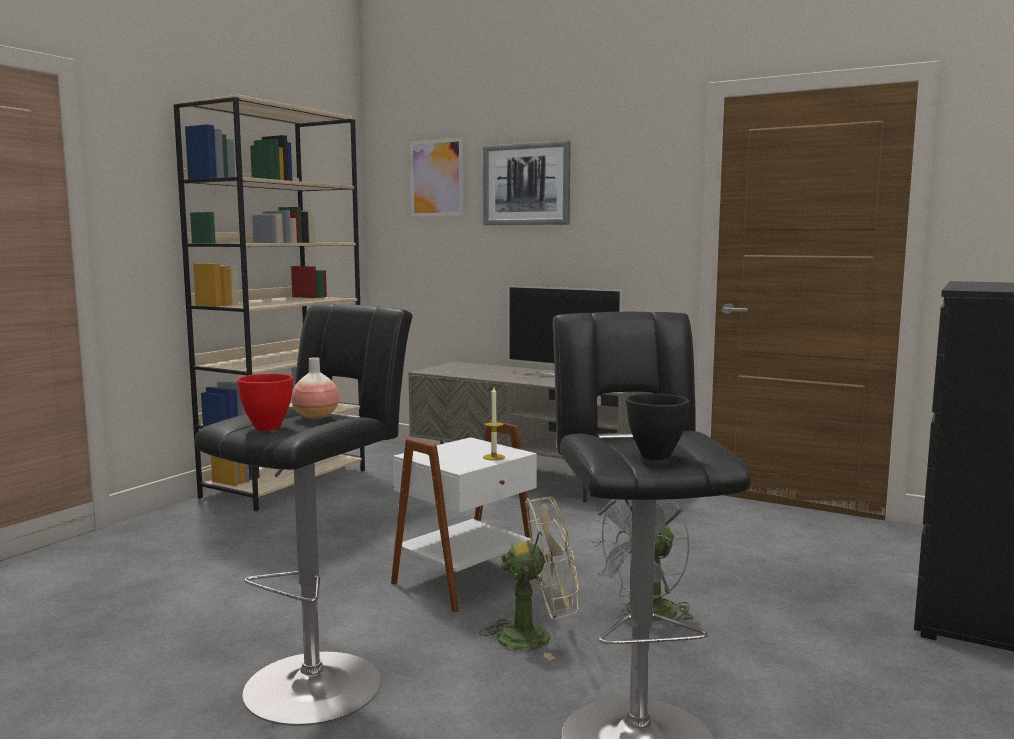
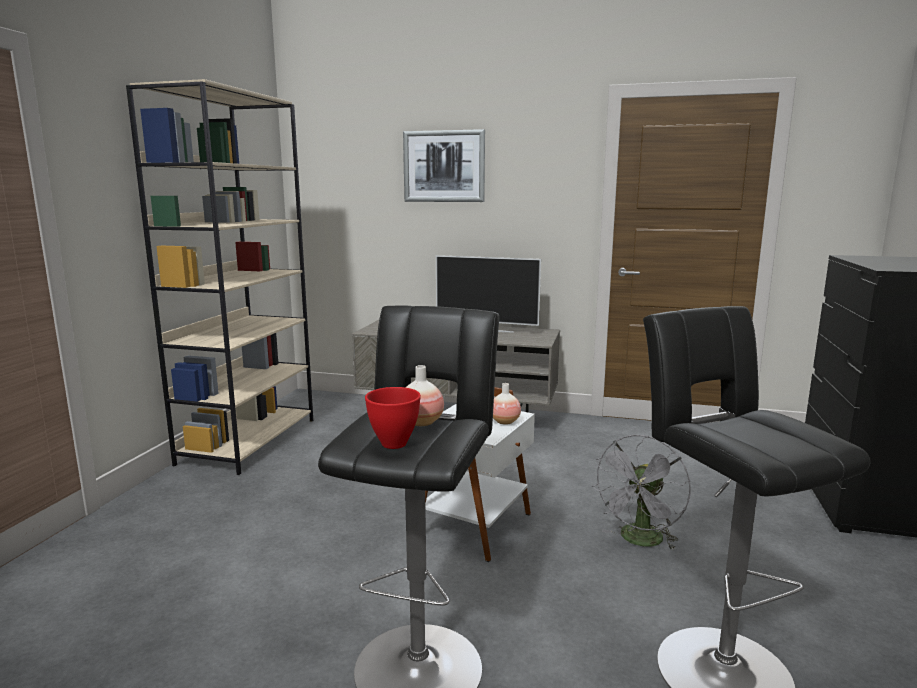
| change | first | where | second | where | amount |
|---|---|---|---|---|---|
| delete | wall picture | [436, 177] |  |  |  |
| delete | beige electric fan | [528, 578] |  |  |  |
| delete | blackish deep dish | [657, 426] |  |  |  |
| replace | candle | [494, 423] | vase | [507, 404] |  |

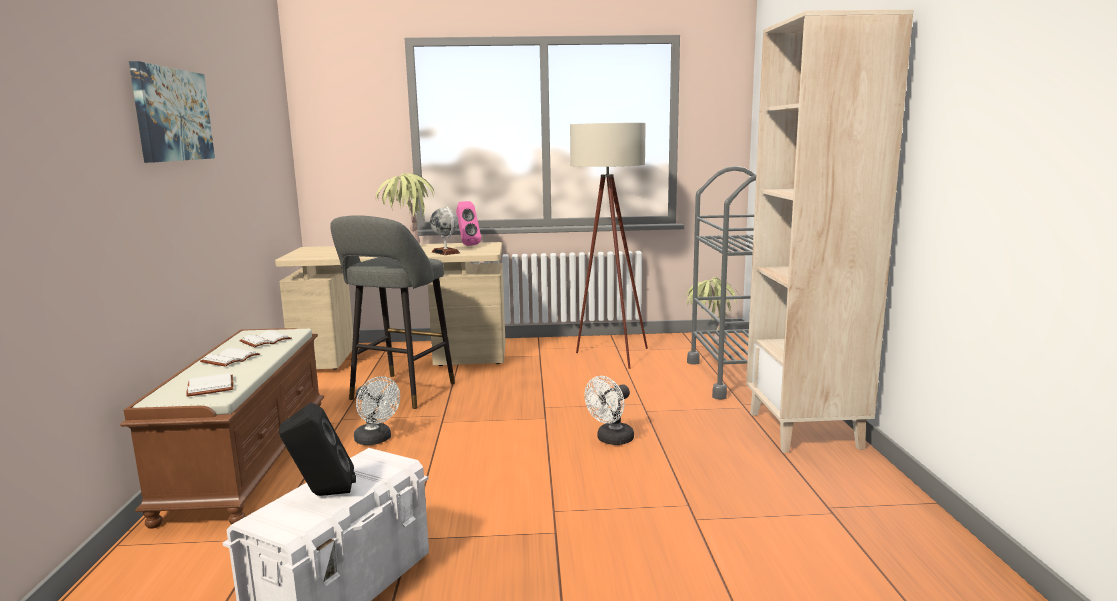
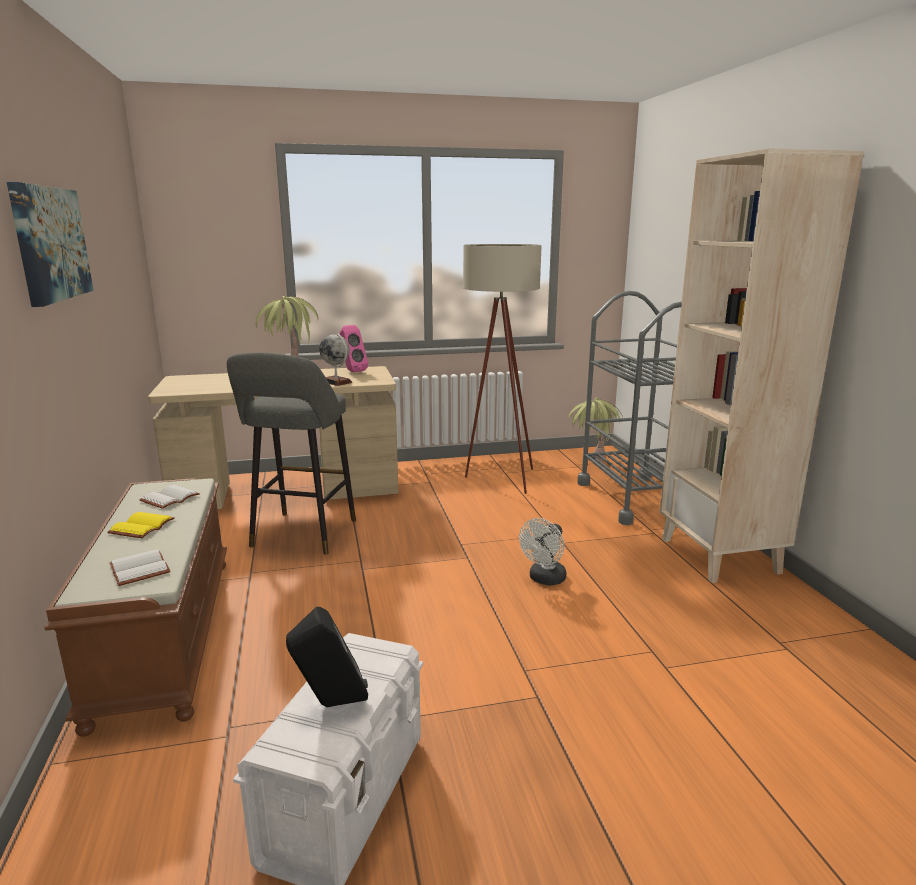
| change | first | where | second | where | amount |
|---|---|---|---|---|---|
| delete | whitish electric fan | [377, 410] |  |  |  |
| recolor | whitish bound book | [230, 357] | yellowish bound book | [141, 525] |  |

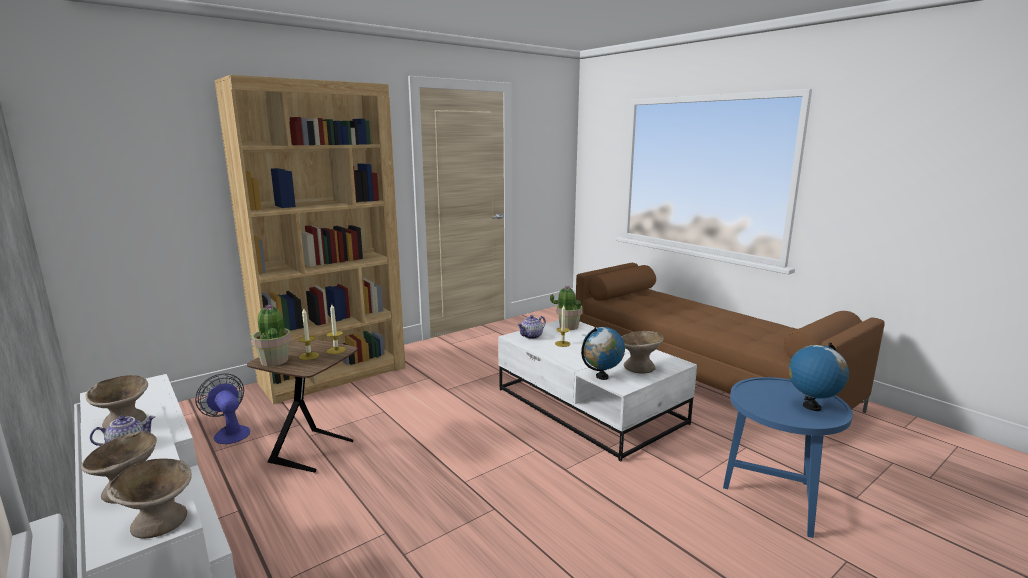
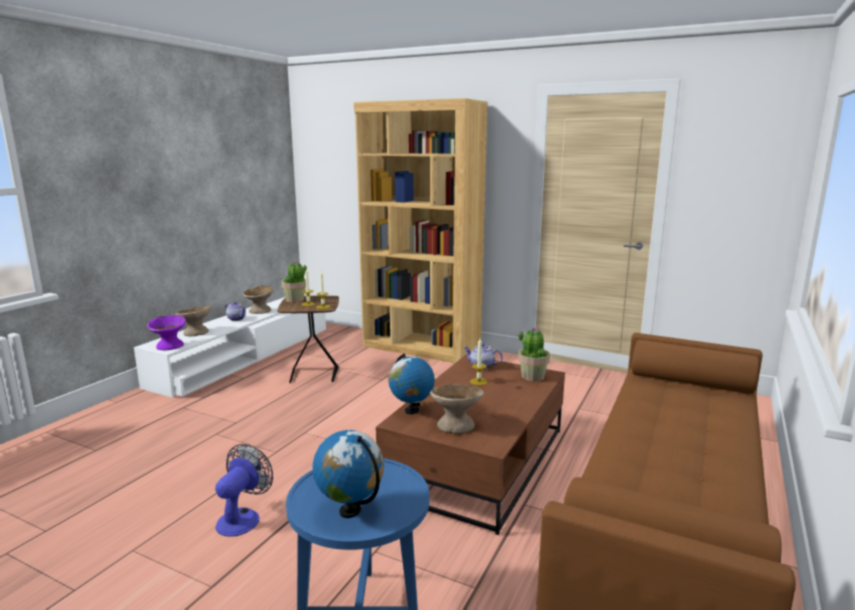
| change | first | where | second | where | amount |
|---|---|---|---|---|---|
| move | electric fan | [222, 408] |  | [244, 490] |  |
| recolor | beige deep dish | [149, 498] | purple-coloured deep dish | [166, 332] |  |
| recolor | whitish lounge table | [597, 391] | brown-coloured lounge table | [470, 445] |  |

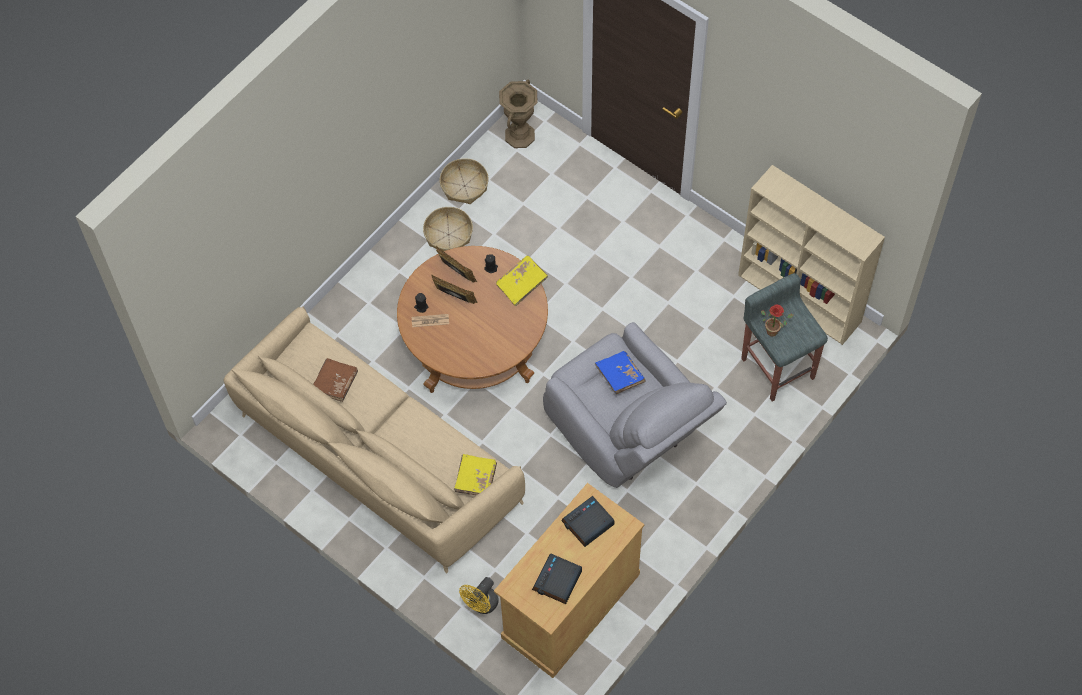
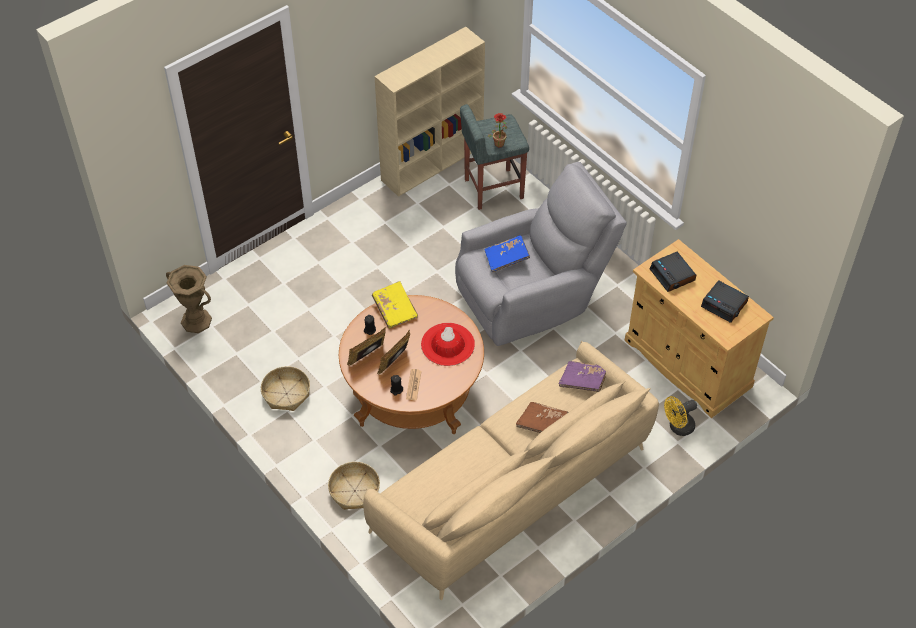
| change | first | where | second | where | amount |
|---|---|---|---|---|---|
| insert |  |  | red-coloured hat | [448, 344] |  |
| move | brown-coloured bound book | [335, 380] |  | [542, 417] |  |
| move | basket | [464, 181] |  | [354, 486] |  |
| recolor | yellowish bound book | [475, 474] | purple-coloured bound book | [582, 376] |  |
| rotate | yellowish electric fan | [479, 595] |  | [680, 416] | 105 degrees clockwise |

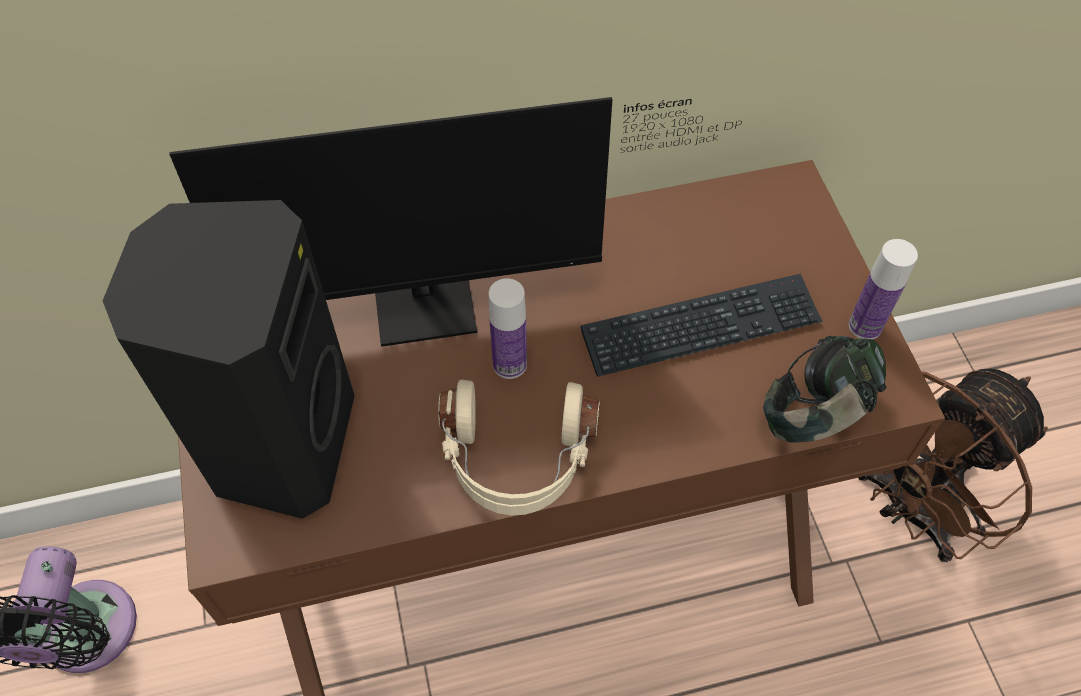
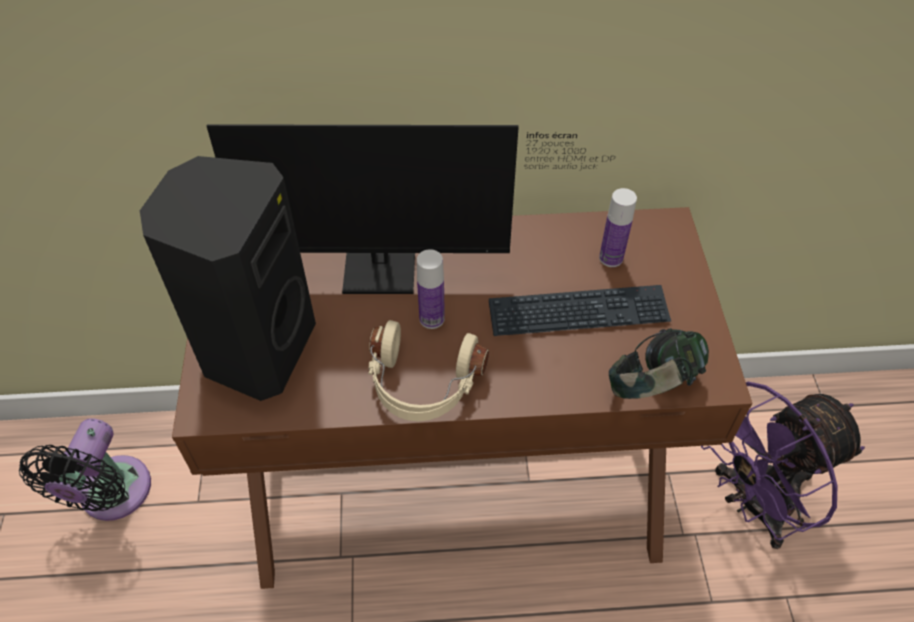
| change | first | where | second | where | amount |
|---|---|---|---|---|---|
| move | beverage bottle | [883, 289] |  | [618, 227] |  |
| recolor | brown-coloured electric fan | [953, 465] | purple-coloured electric fan | [783, 465] |  |

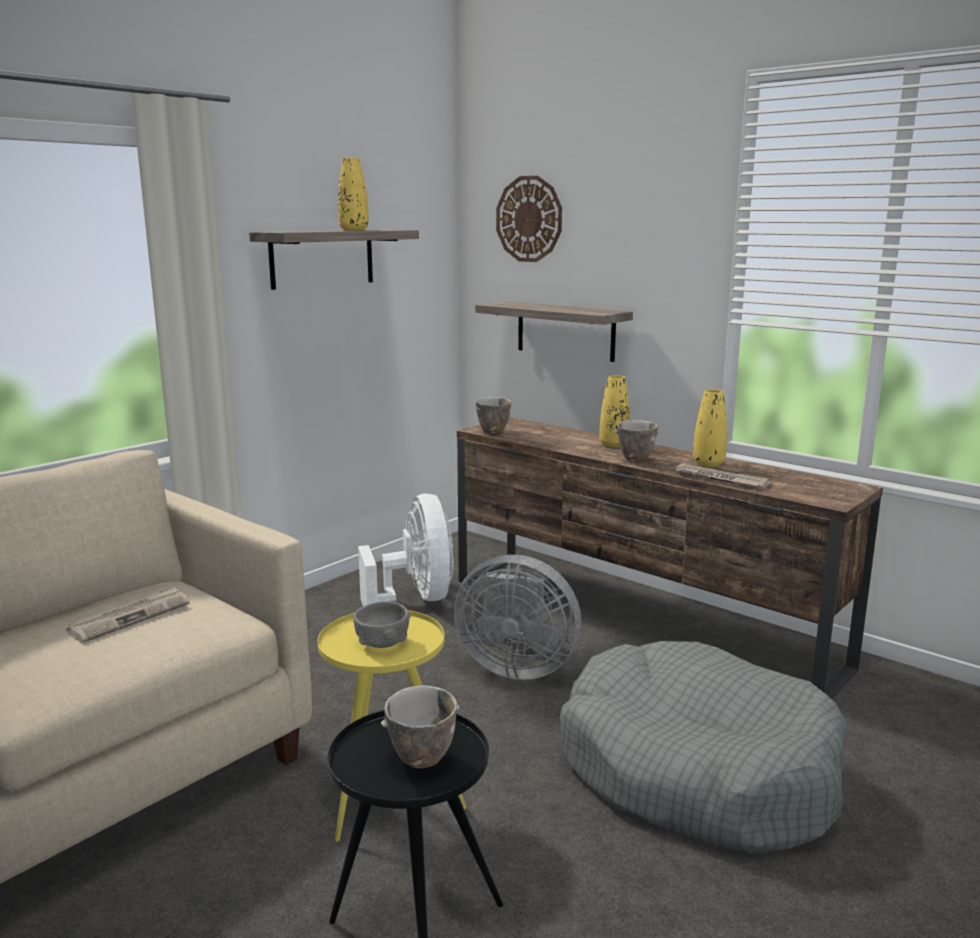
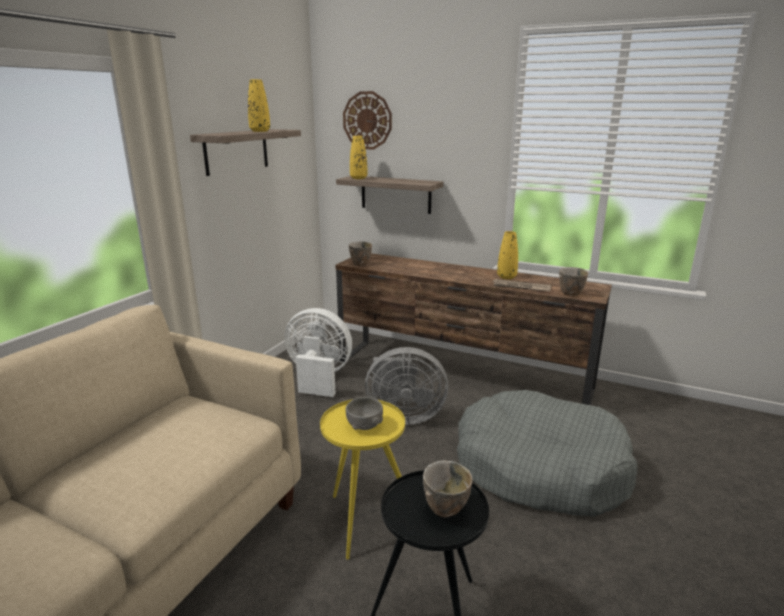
| change | first | where | second | where | amount |
|---|---|---|---|---|---|
| delete | newspaper | [127, 614] |  |  |  |
| move | yellowish vase | [614, 411] |  | [358, 157] |  |
| move | deep dish | [637, 440] |  | [573, 281] |  |
| rotate | whitish electric fan | [406, 550] |  | [318, 352] | 45 degrees counterclockwise |

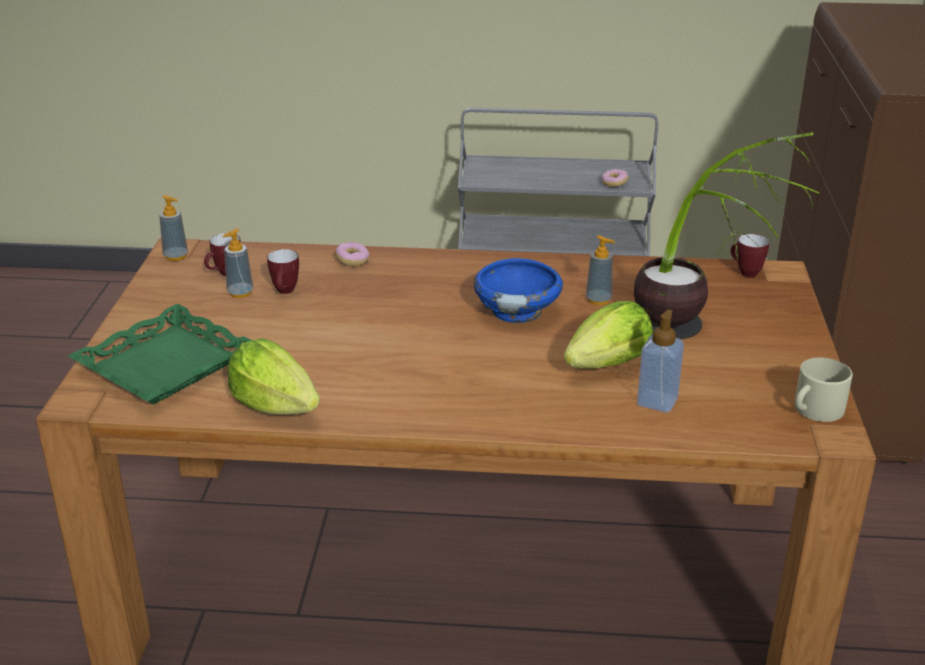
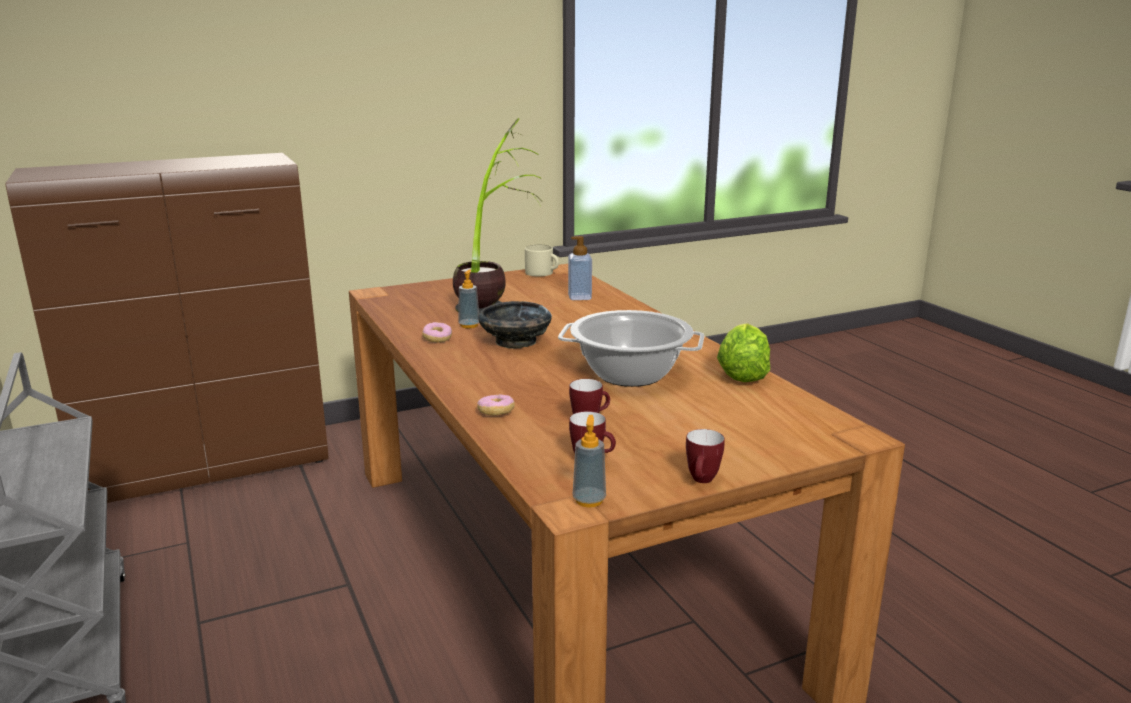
| change | first | where | second | where | amount |
|---|---|---|---|---|---|
| delete | green tray | [160, 354] |  |  |  |
| delete | soap bottle | [238, 263] |  |  |  |
| delete | lettuce head | [608, 335] |  |  |  |
| insert |  |  | saucepot | [631, 348] |  |
| move | doughnut | [615, 178] |  | [437, 332] |  |
| move | coffee mug | [750, 255] |  | [705, 456] |  |
| recolor | blue-coloured deep dish | [518, 291] | blackish deep dish | [515, 325] |  |

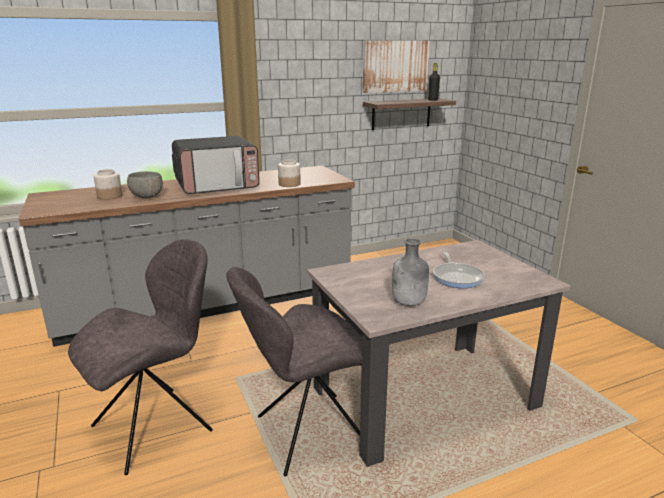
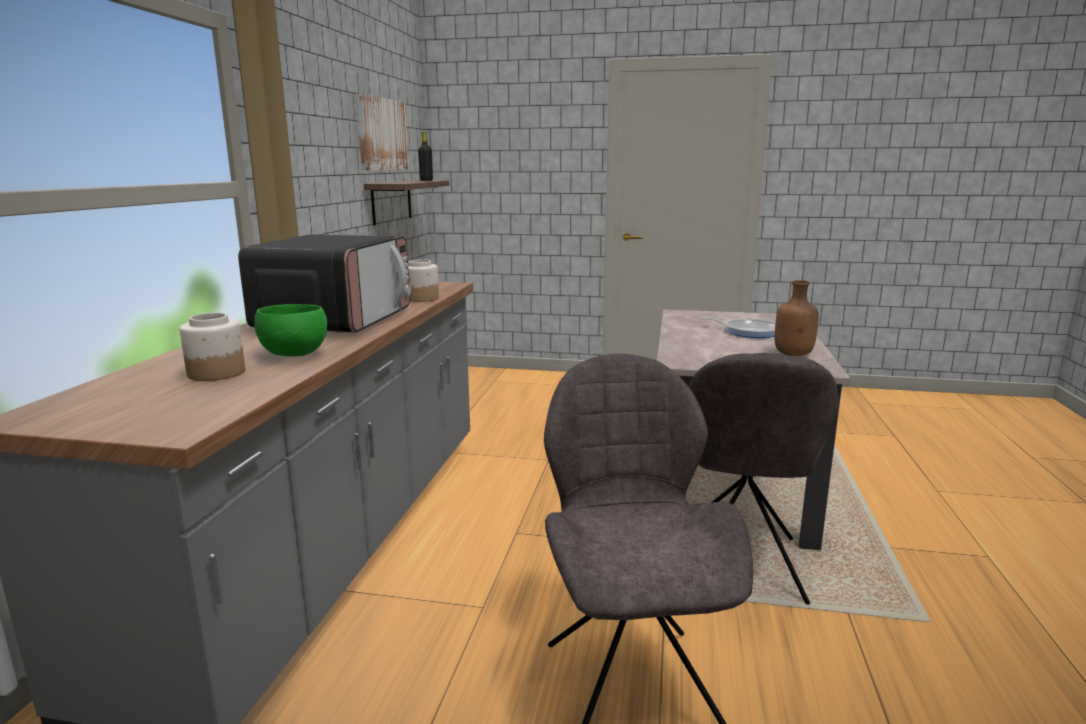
| change | first | where | second | where | amount |
|---|---|---|---|---|---|
| recolor | gray deep dish | [145, 185] | green deep dish | [290, 330] |  |
| recolor | gray beverage bottle | [410, 272] | brown-coloured beverage bottle | [797, 318] |  |

